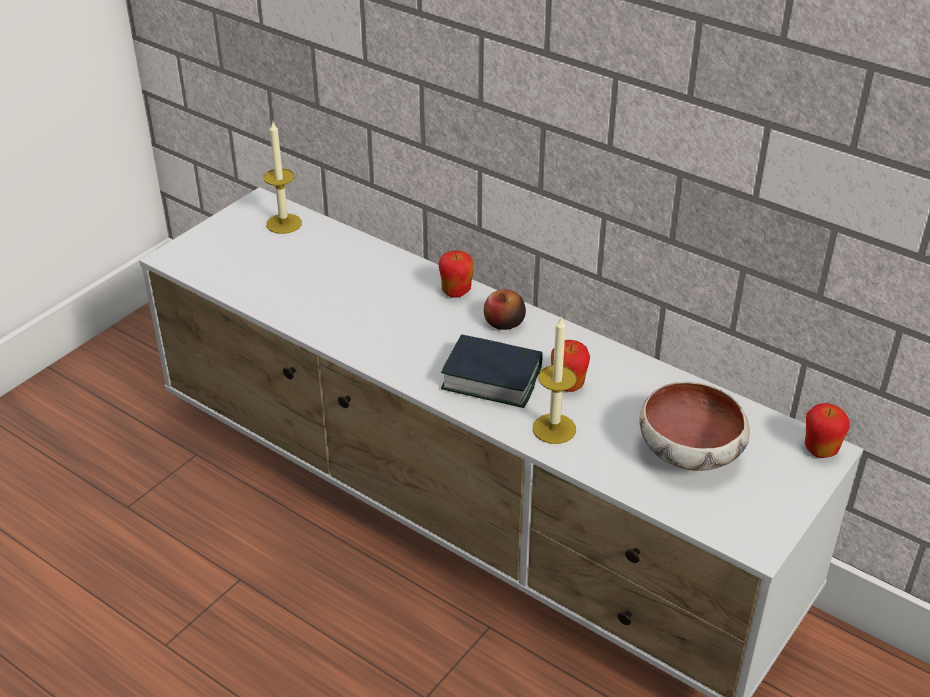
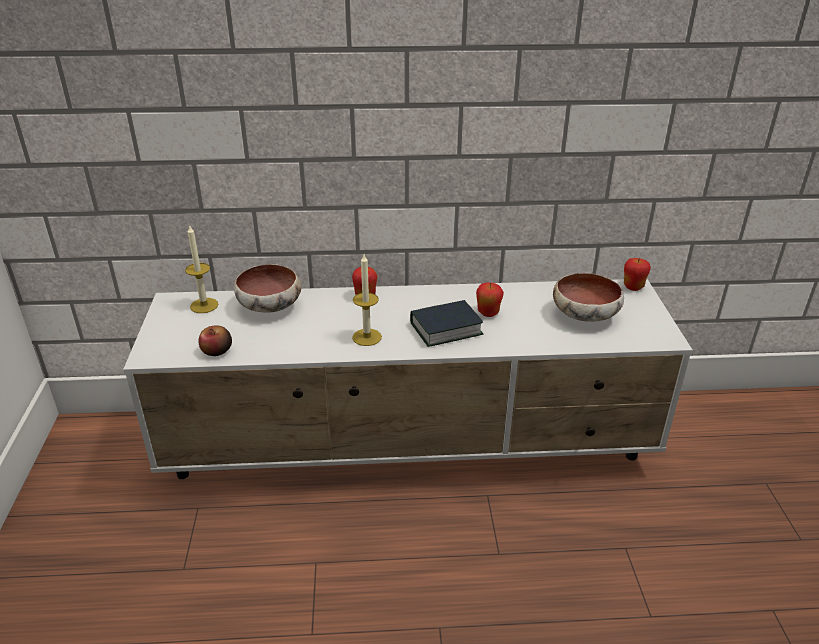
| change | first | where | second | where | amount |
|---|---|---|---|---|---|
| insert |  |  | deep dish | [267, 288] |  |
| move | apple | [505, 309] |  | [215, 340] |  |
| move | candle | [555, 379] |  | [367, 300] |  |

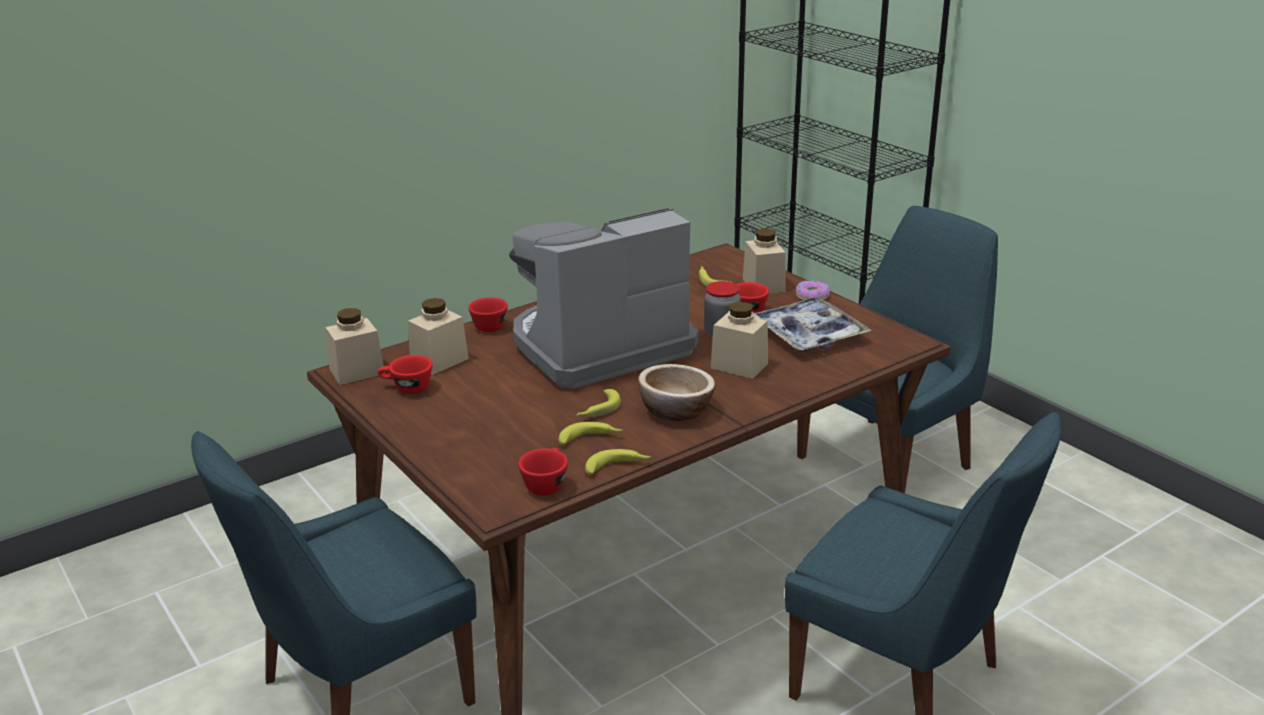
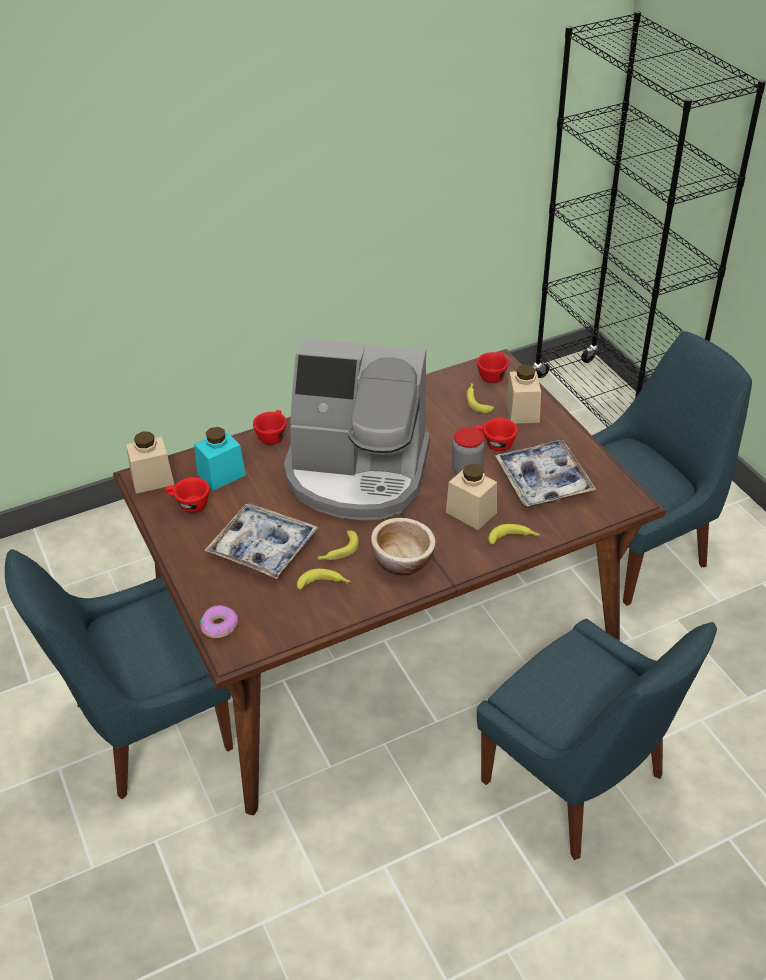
| change | first | where | second | where | amount |
|---|---|---|---|---|---|
| insert |  |  | tray | [261, 541] |  |
| move | red-coloured cup | [543, 472] |  | [493, 367] |  |
| move | banana | [618, 462] |  | [514, 534] |  |
| move | doughnut | [813, 290] |  | [219, 621] |  |
| recolor | beige storage jar | [438, 336] | blue-green storage jar | [220, 459] |  |
| rotate | coffee machine | [603, 298] |  | [357, 429] | 150 degrees counterclockwise |

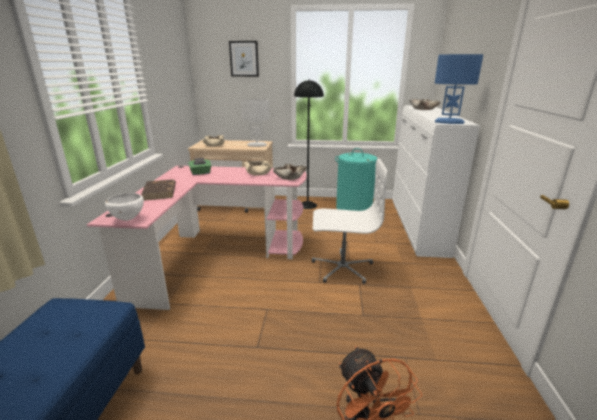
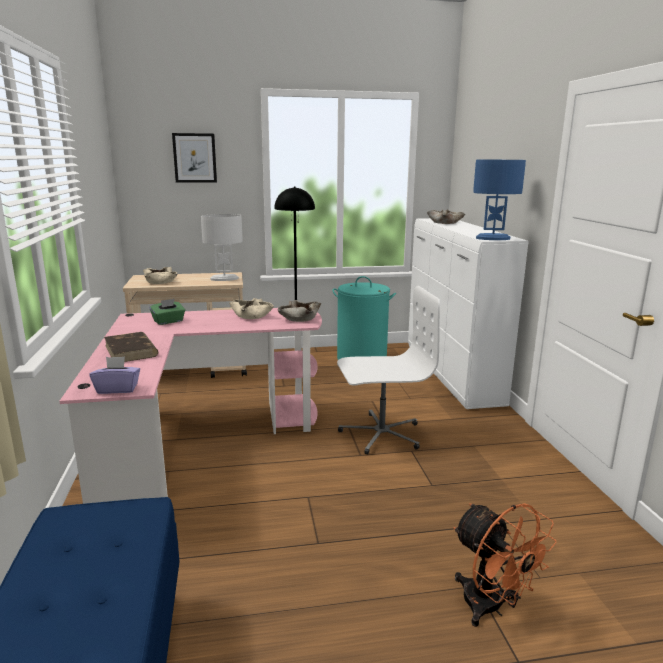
| change | first | where | second | where | amount |
|---|---|---|---|---|---|
| replace | whitish deep dish | [124, 207] | purple-coloured tissue holder | [114, 375] |  |

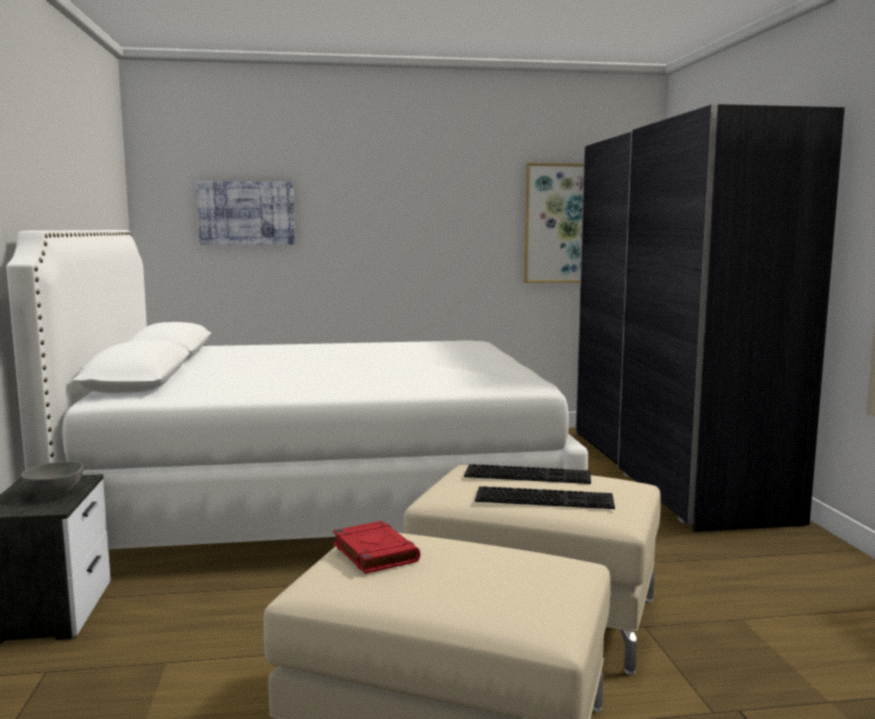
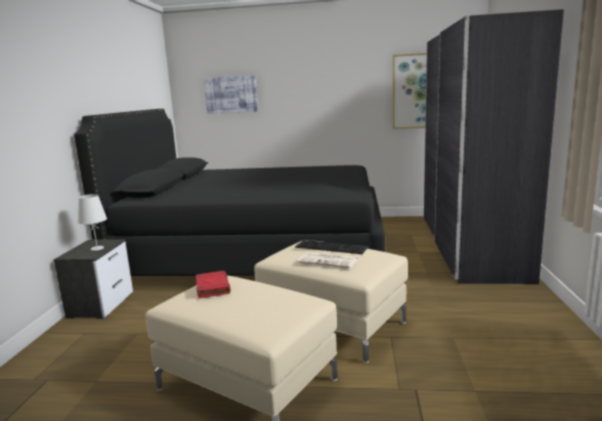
| change | first | where | second | where | amount |
|---|---|---|---|---|---|
| replace | gray deep dish | [52, 479] | whitish tabletop lamp | [92, 222] |  |
| replace | computer keyboard | [545, 497] | newspaper | [328, 260] |  |
| recolor | whitish bed | [297, 389] | blackish bed | [229, 192] |  |

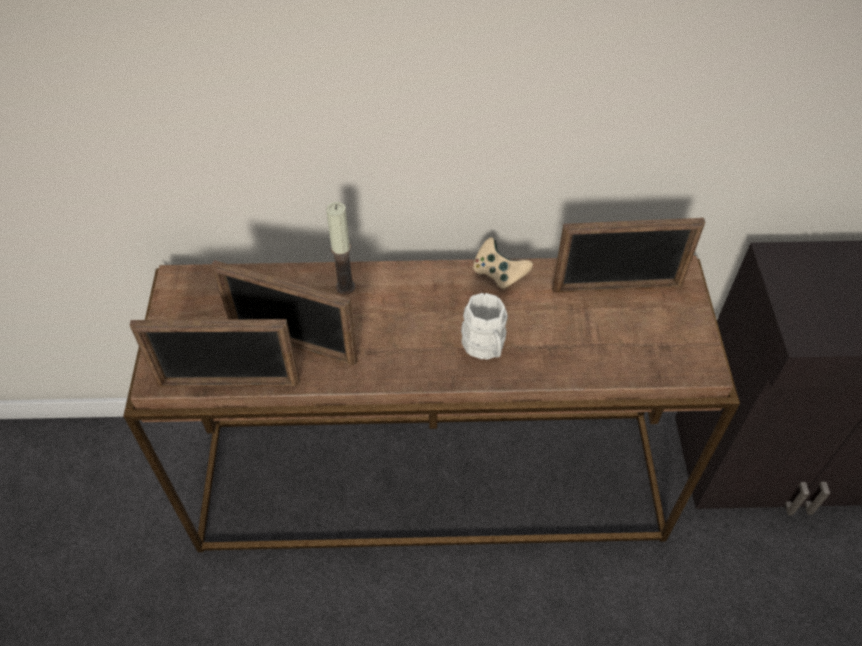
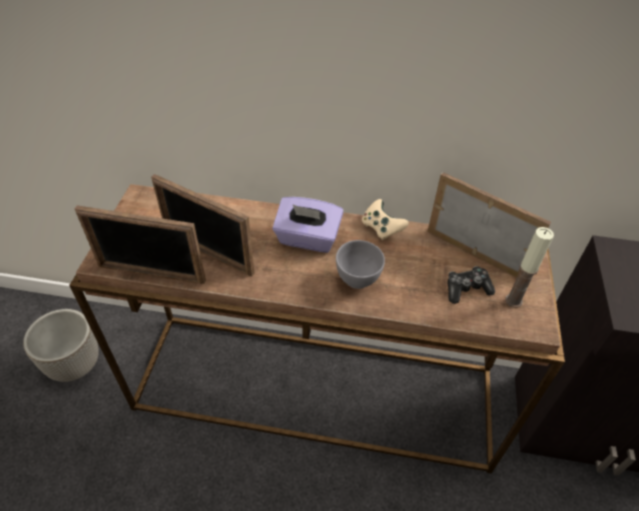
| change | first | where | second | where | amount |
|---|---|---|---|---|---|
| insert |  |  | flower pot | [61, 345] |  |
| insert |  |  | purple-coloured tissue holder | [308, 225] |  |
| insert |  |  | joypad | [471, 285] |  |
| move | candle | [340, 248] |  | [529, 267] |  |
| replace | whitish coffee mug | [484, 326] | gray deep dish | [360, 264] |  |
| rotate | picture frame | [628, 255] |  | [489, 225] | 150 degrees counterclockwise |

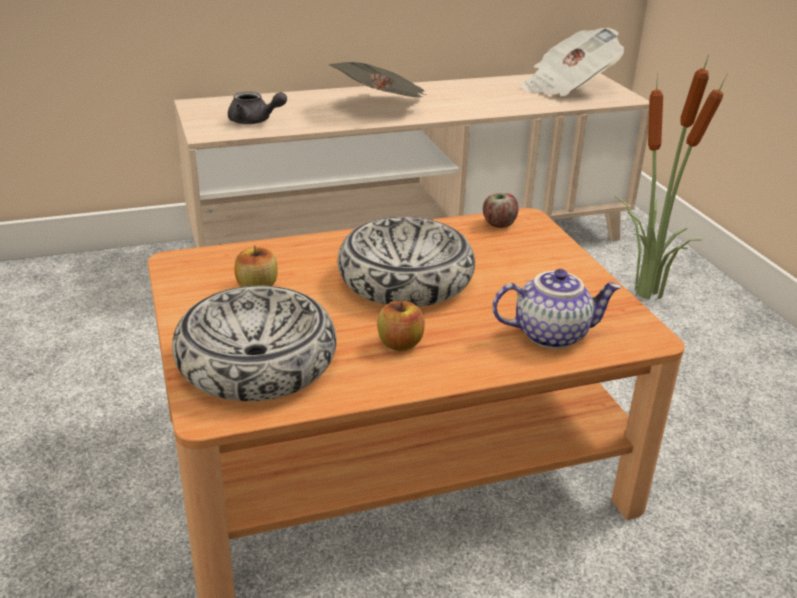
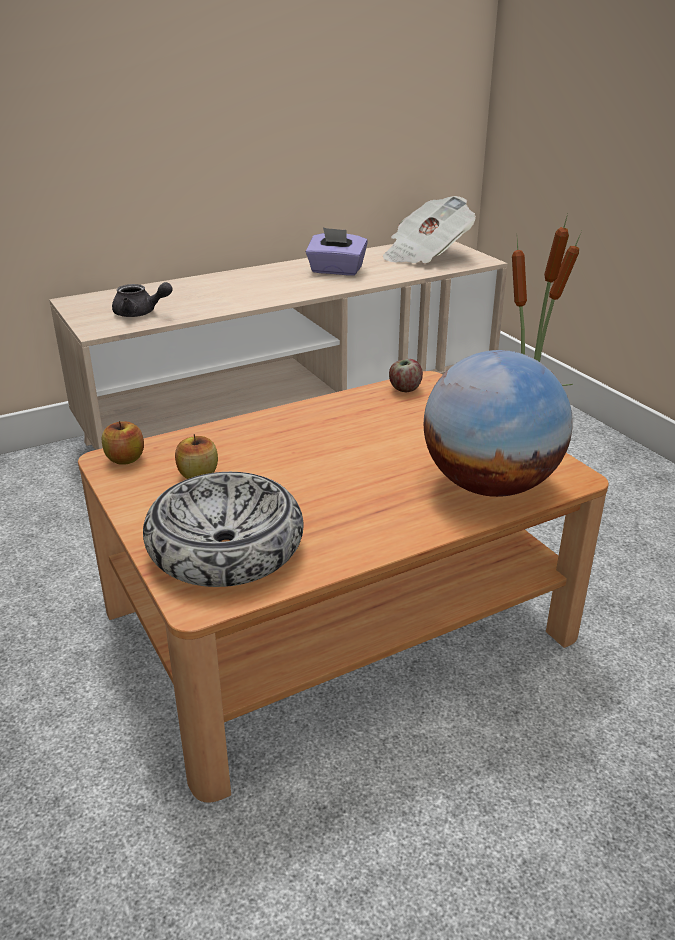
| change | first | where | second | where | amount |
|---|---|---|---|---|---|
| delete | newspaper | [377, 80] |  |  |  |
| delete | deep dish | [406, 262] |  |  |  |
| insert |  |  | purple-coloured tissue holder | [337, 251] |  |
| move | apple | [401, 326] |  | [123, 443] |  |
| replace | tea pot | [557, 309] | desk globe | [498, 423] |  |

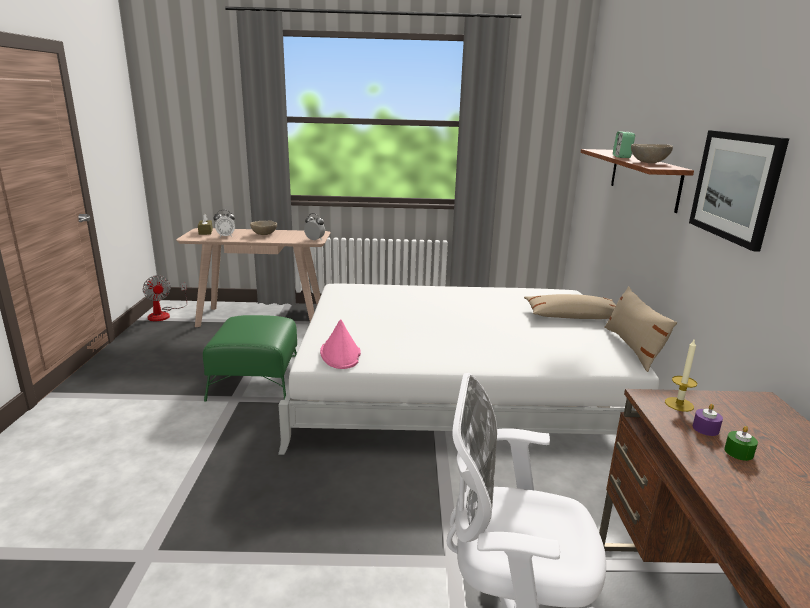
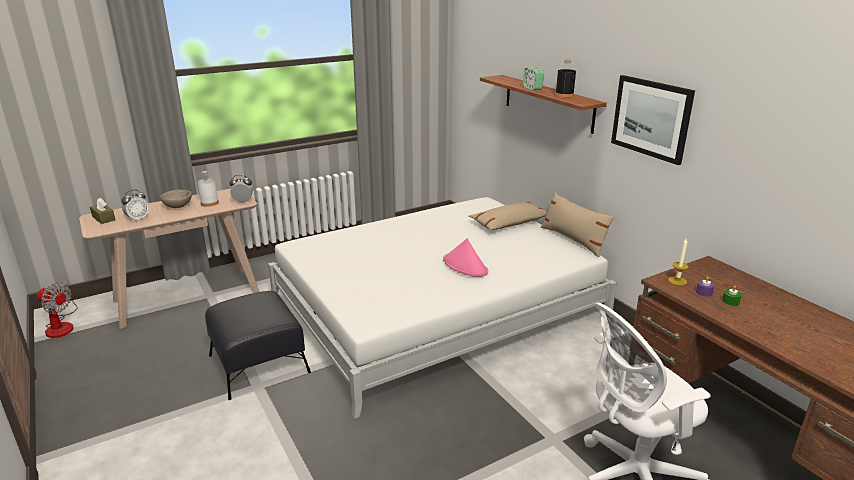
| change | first | where | second | where | amount |
|---|---|---|---|---|---|
| insert |  |  | whitish beverage bottle | [208, 189] |  |
| move | pinkish hat | [340, 344] |  | [465, 258] |  |
| replace | beige deep dish | [652, 153] | blackish beverage bottle | [565, 78] |  |
| recolor | green pouffe | [250, 358] | blackish pouffe | [258, 345] |  |

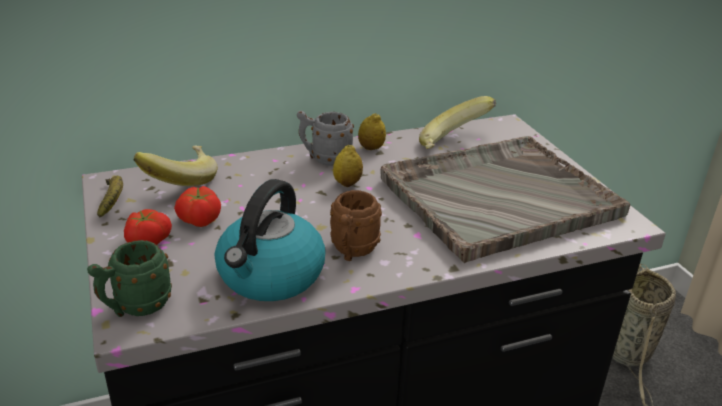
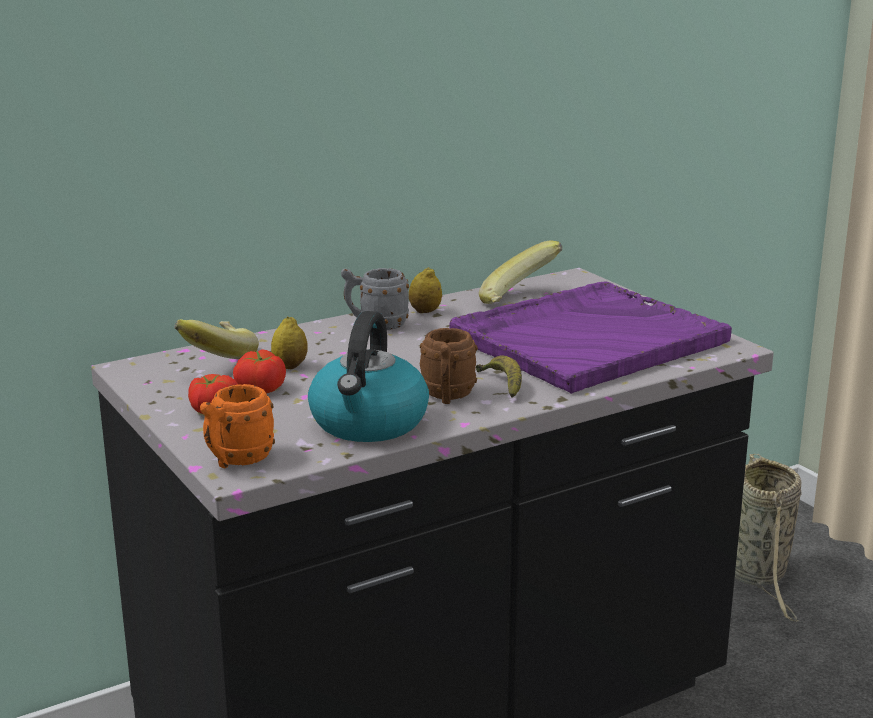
| change | first | where | second | where | amount |
|---|---|---|---|---|---|
| move | banana | [110, 196] |  | [499, 377] |  |
| move | citrus fruit | [348, 166] |  | [289, 343] |  |
| recolor | green coffee mug | [129, 278] | orangey coffee mug | [237, 426] |  |
| recolor | gray tray | [505, 199] | purple-coloured tray | [590, 337] |  |

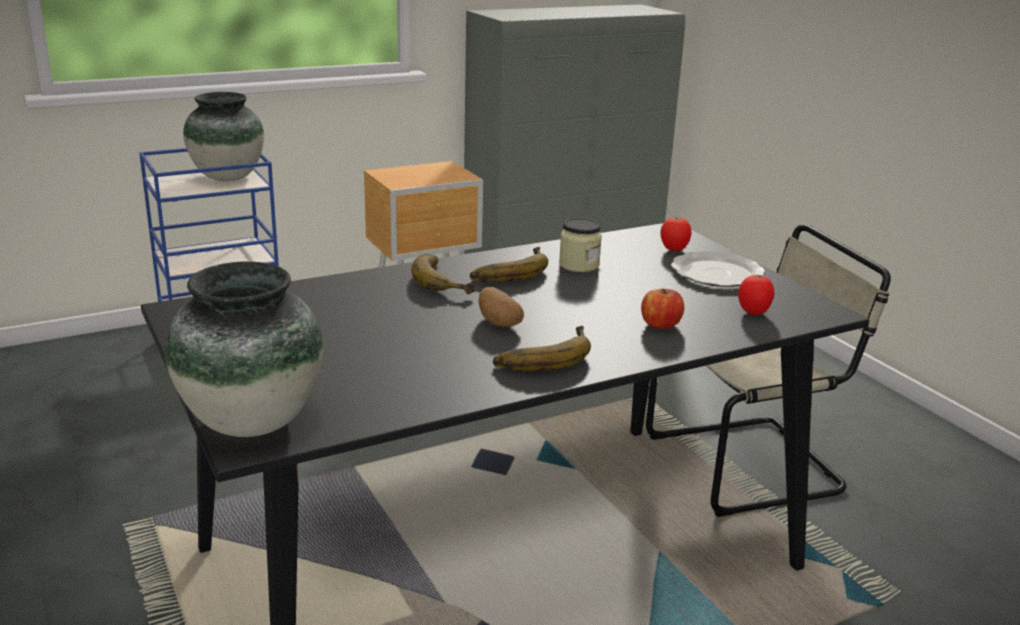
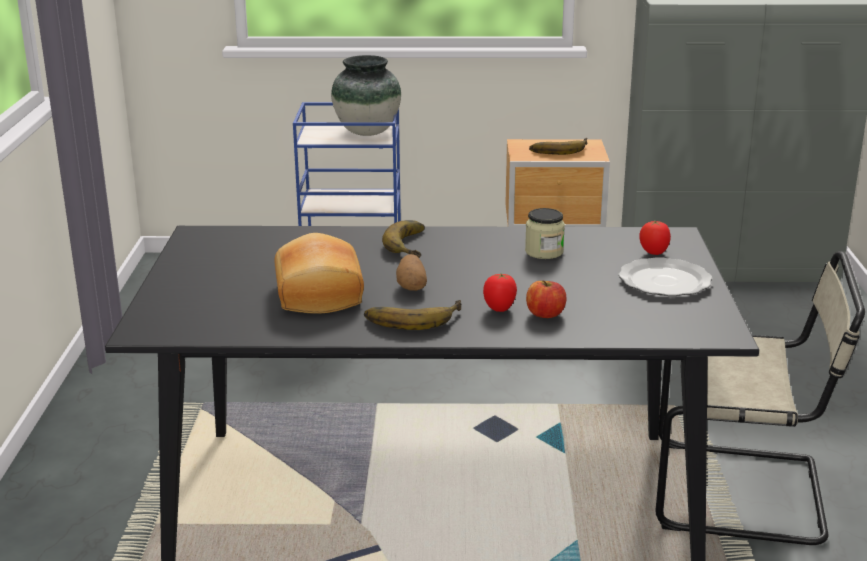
| change | first | where | second | where | amount |
|---|---|---|---|---|---|
| delete | vase | [244, 349] |  |  |  |
| insert |  |  | baked bread | [319, 273] |  |
| move | banana | [509, 264] |  | [558, 146] |  |
| move | fresh tomato | [756, 295] |  | [500, 293] |  |

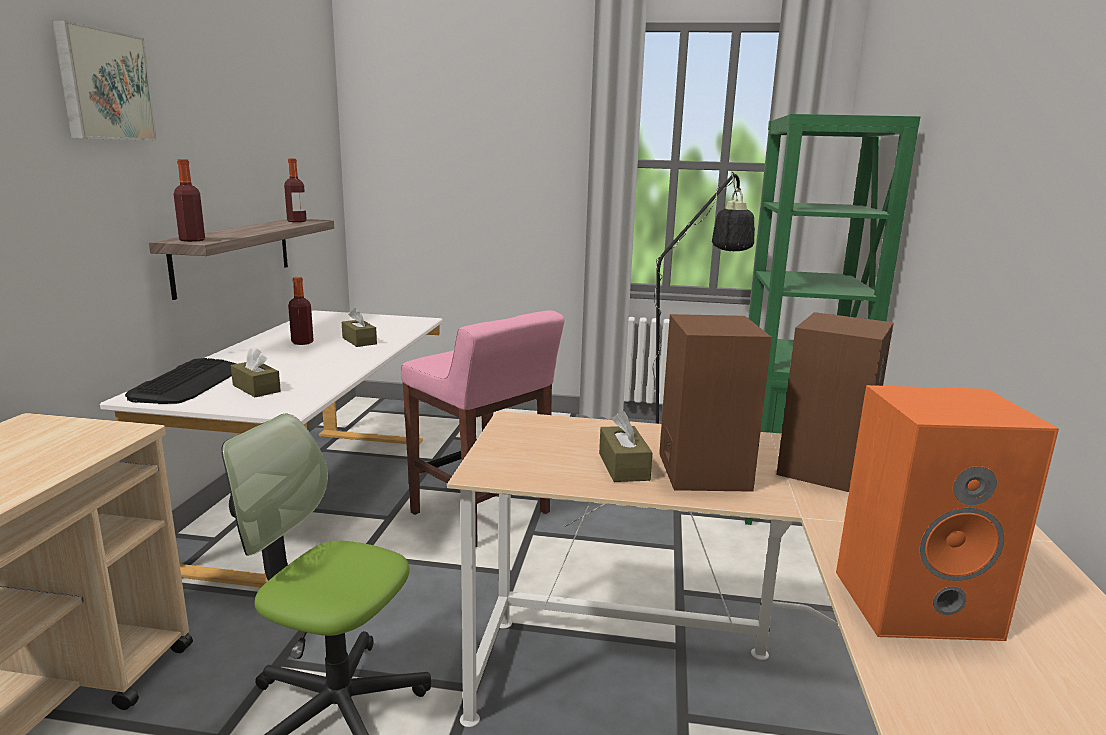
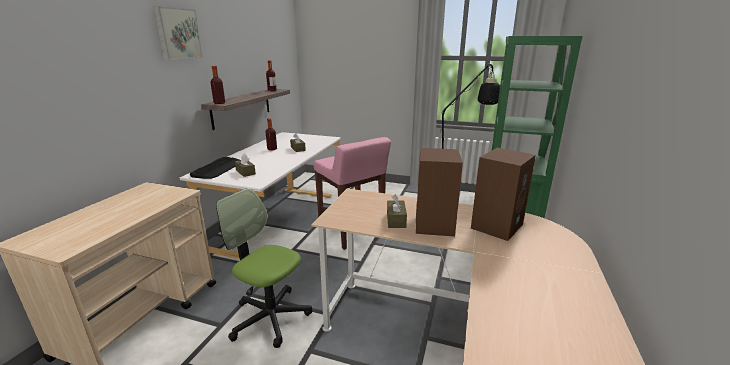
| change | first | where | second | where | amount |
|---|---|---|---|---|---|
| delete | orangey loudspeaker | [947, 513] |  |  |  |

